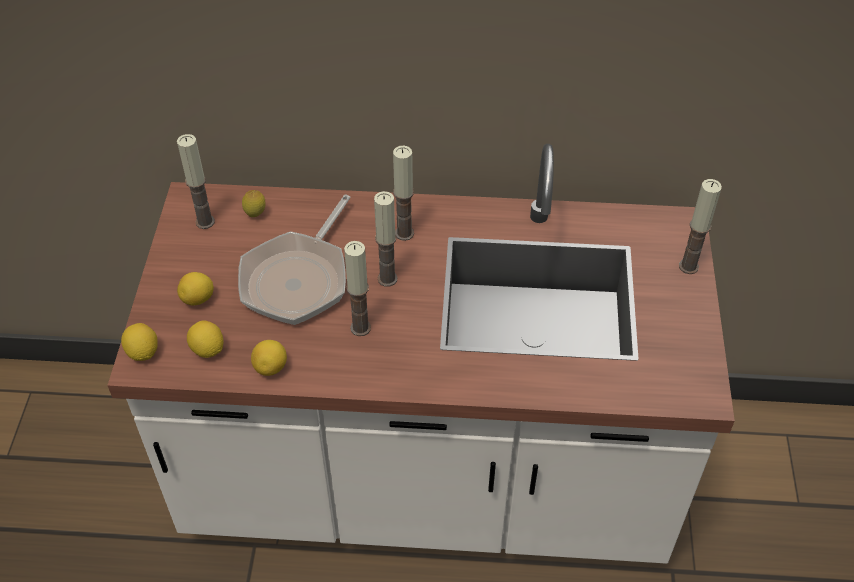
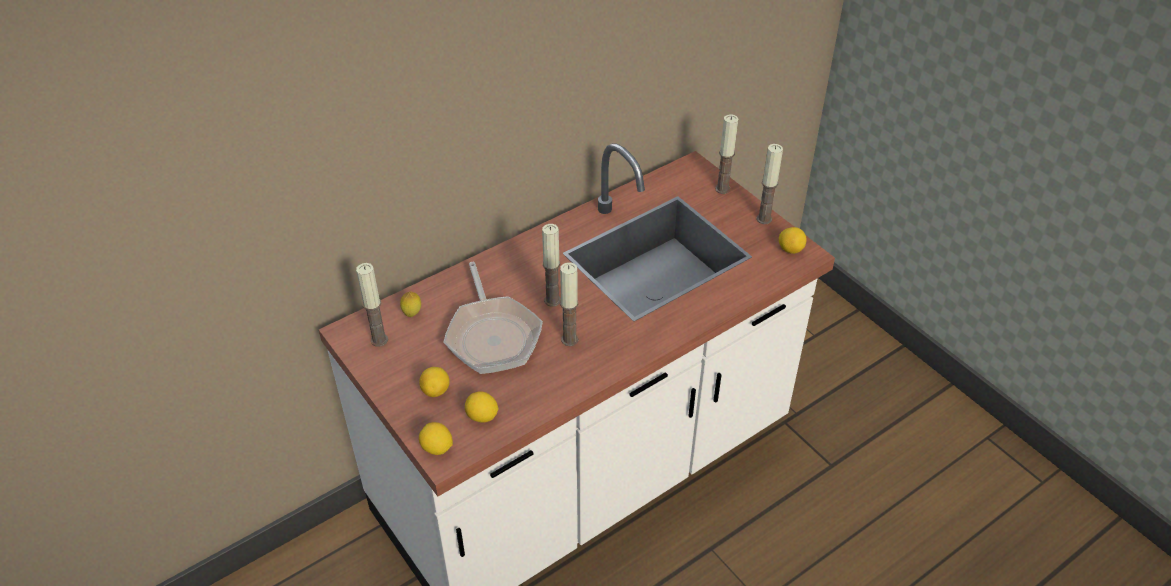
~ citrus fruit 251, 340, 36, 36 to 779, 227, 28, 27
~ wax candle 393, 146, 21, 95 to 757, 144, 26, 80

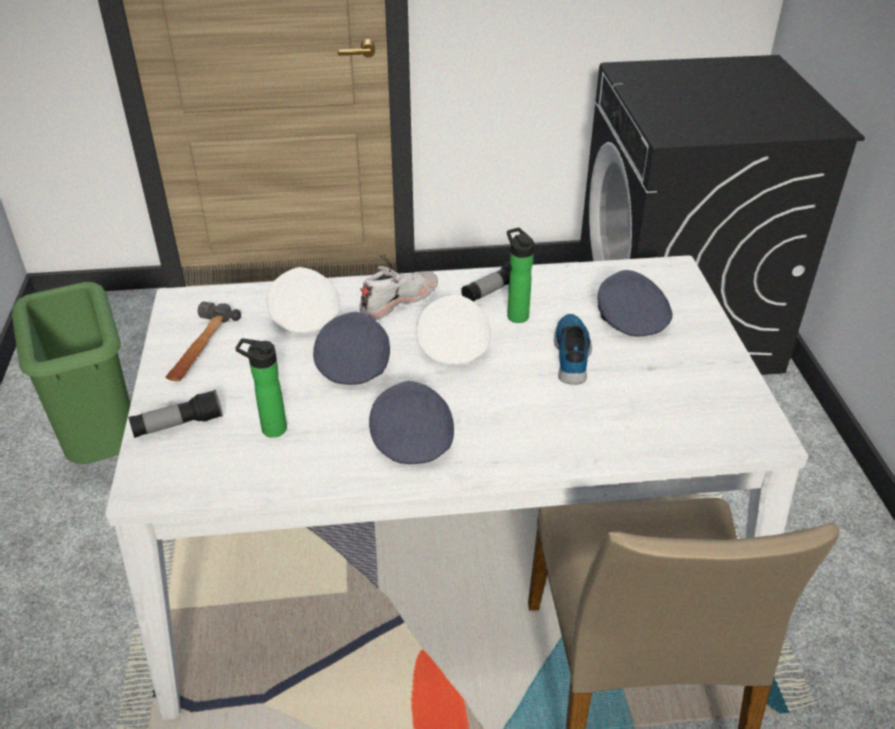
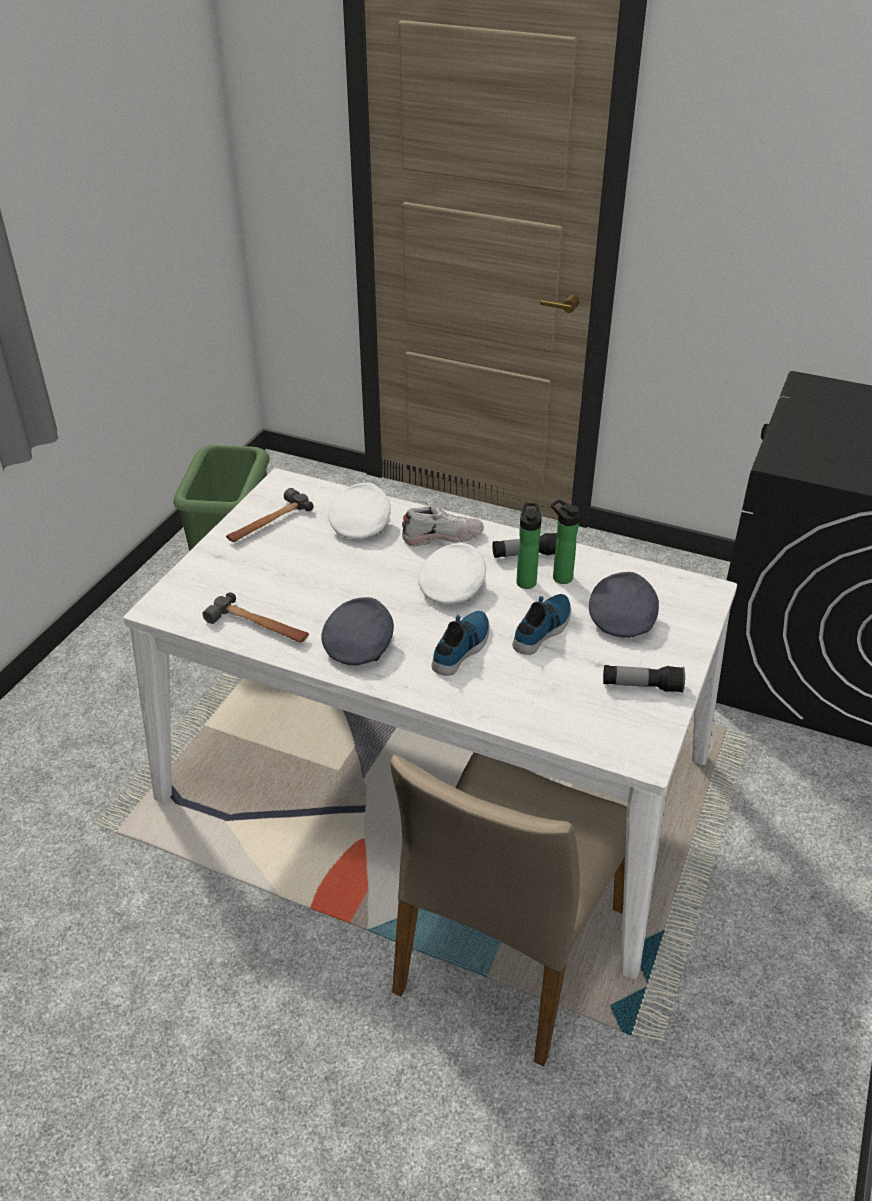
- baseball cap in greyish 313, 312, 77, 73
+ hand hammer 203, 592, 106, 51
+ item of footwear 431, 611, 59, 65
~ flashlight 128, 389, 95, 49 to 603, 665, 82, 28
~ bottle 235, 338, 52, 100 to 551, 499, 29, 85

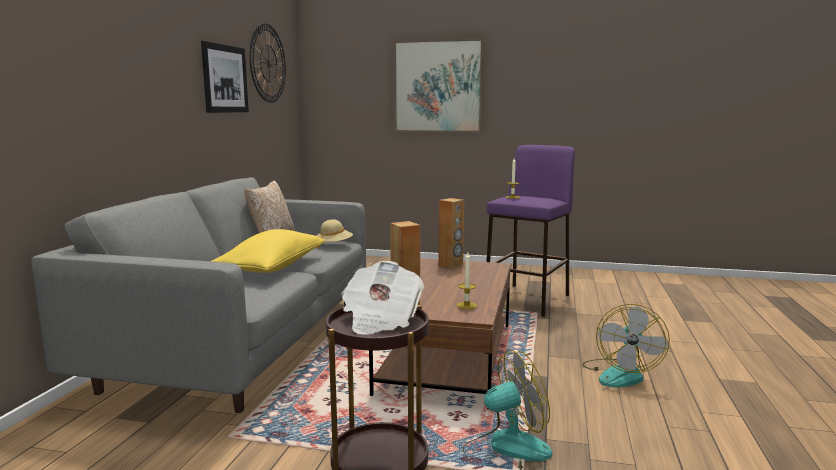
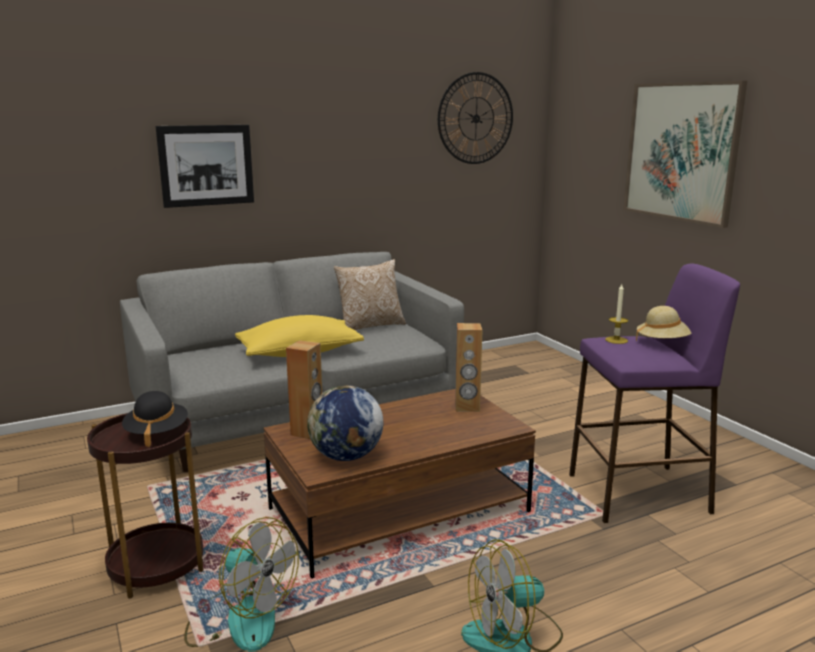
~ picture 201, 41, 48, 72 to 156, 125, 98, 83
~ clothing hat in sand-coloured 316, 219, 37, 29 to 636, 306, 56, 35
~ printed paper 341, 261, 83, 74 to clothing hat in black 122, 391, 66, 56
~ wax candle 457, 252, 20, 57 to globe 307, 385, 76, 76

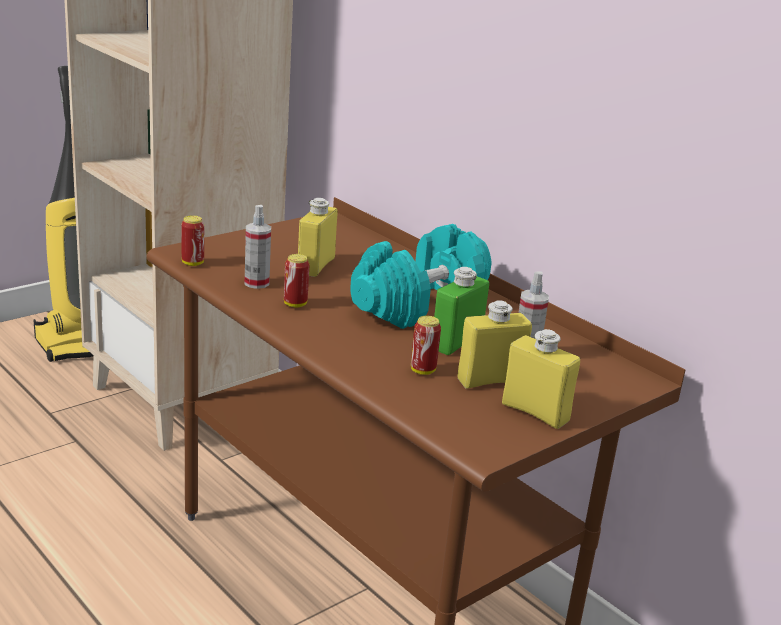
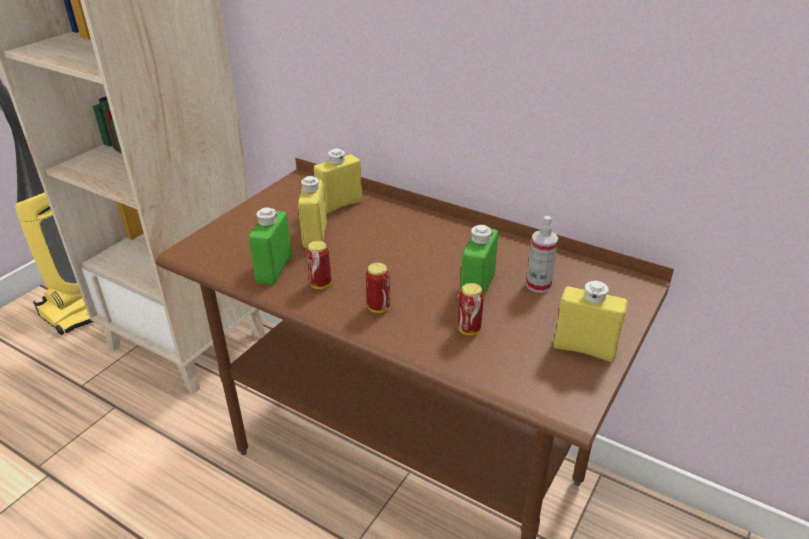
- hand weight in blue-green 350, 224, 141, 105
~ can 181, 215, 23, 51 to 366, 263, 24, 50
~ bottle in yellow 457, 300, 75, 88 to 314, 149, 48, 65
~ hand sprayer 245, 205, 26, 84 to bottle in greenish 248, 207, 44, 78

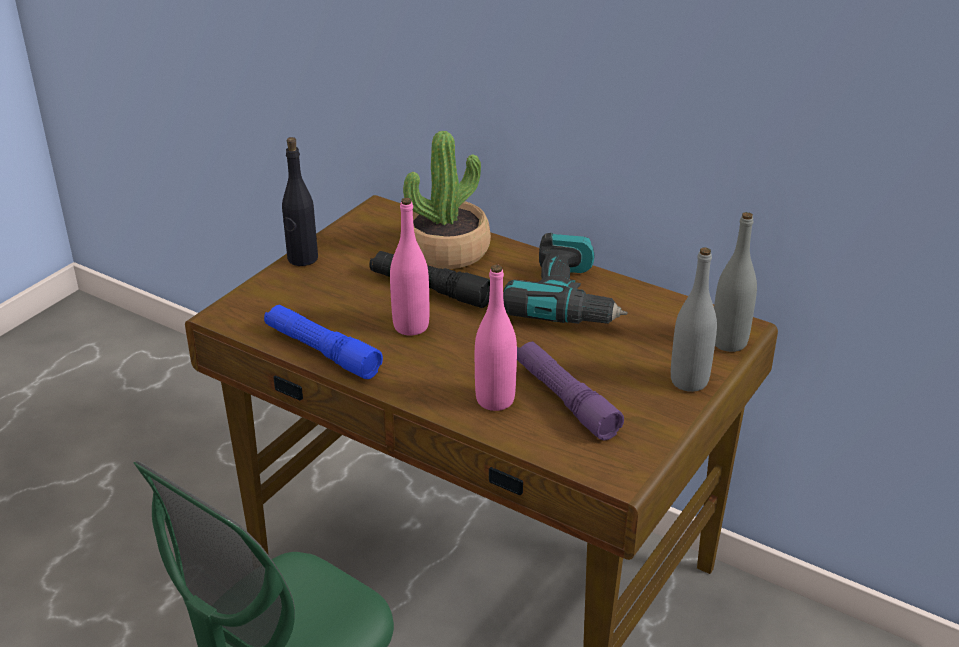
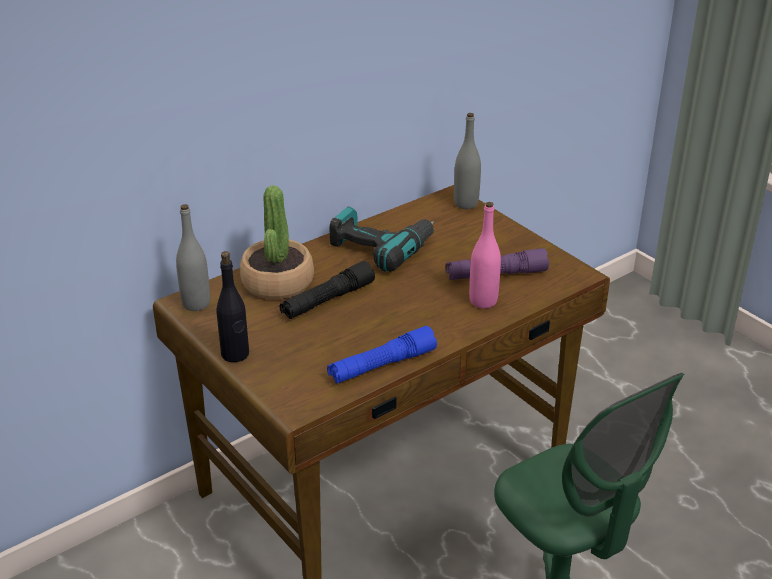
- bottle in pinkish 390, 198, 39, 138
~ bottle in greyish 671, 247, 46, 145 to 176, 204, 34, 107

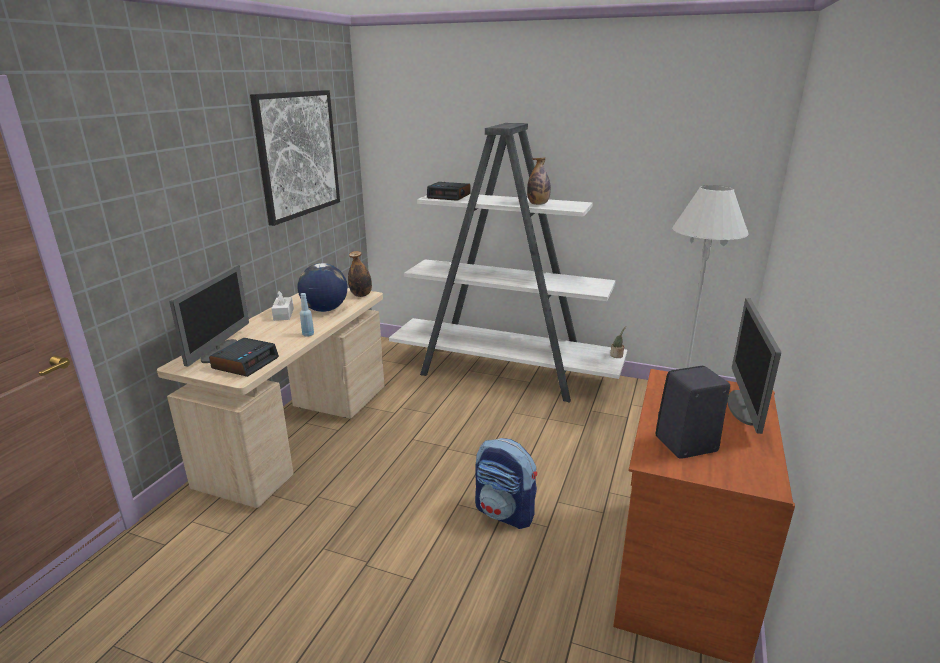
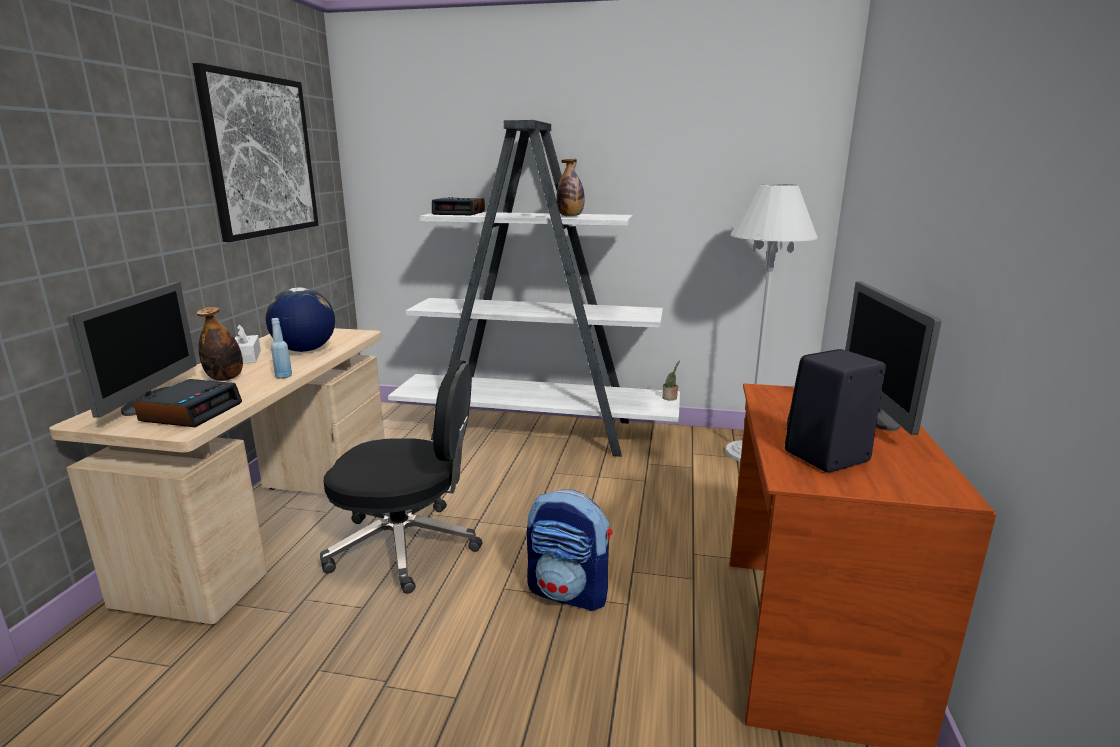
+ desk chair in black 320, 360, 163, 234
~ bottle 348, 251, 24, 46 to 196, 307, 47, 74

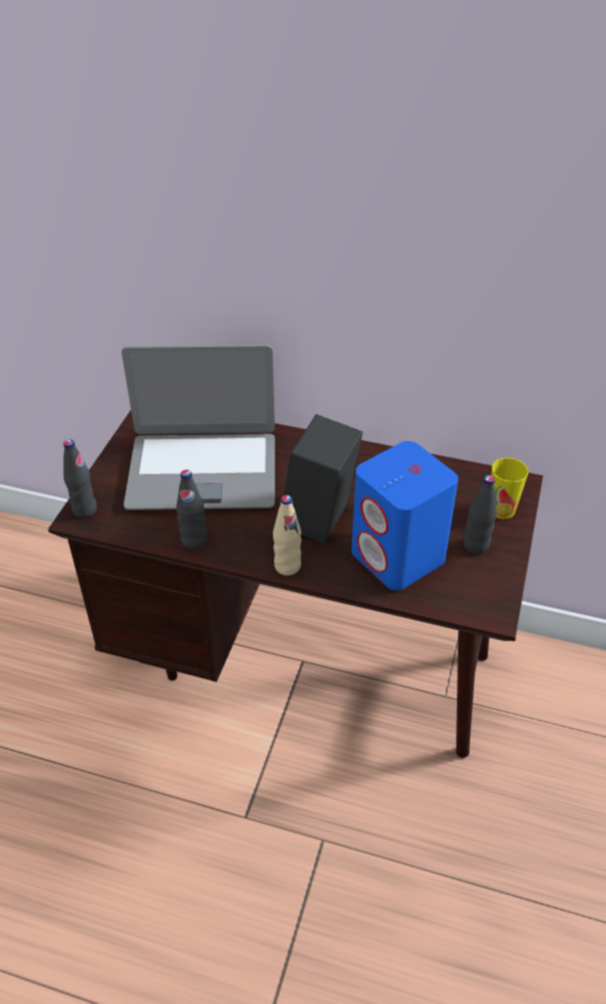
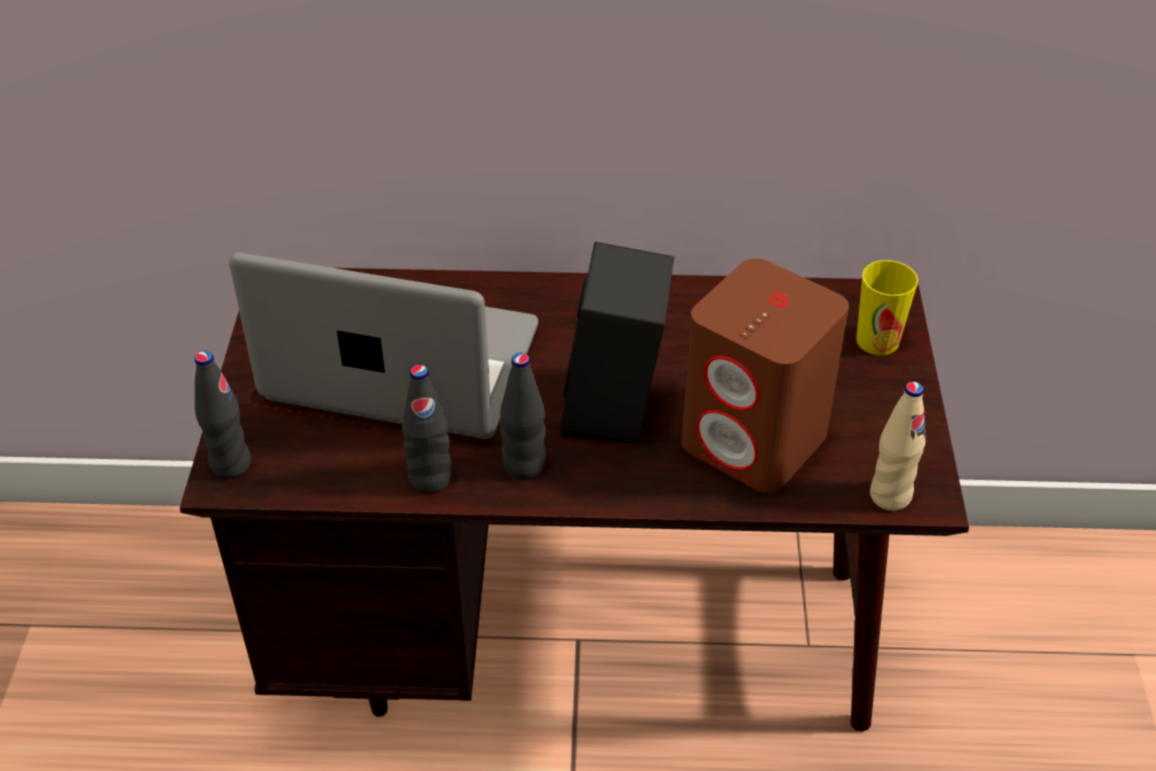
~ bottle in sand-coloured 273, 495, 28, 81 to 870, 382, 56, 129
~ bottle in black 463, 475, 34, 79 to 500, 353, 46, 127
~ audio speaker in blue 351, 441, 107, 150 to audio speaker in brown-coloured 682, 258, 167, 235
~ laptop 122, 345, 153, 165 = 229, 252, 309, 187 150 degrees counterclockwise

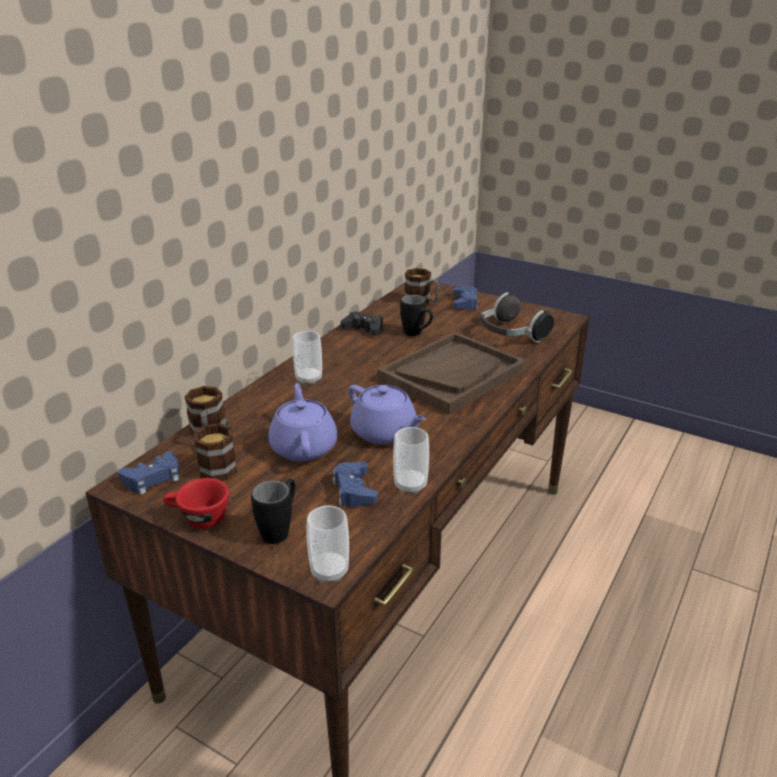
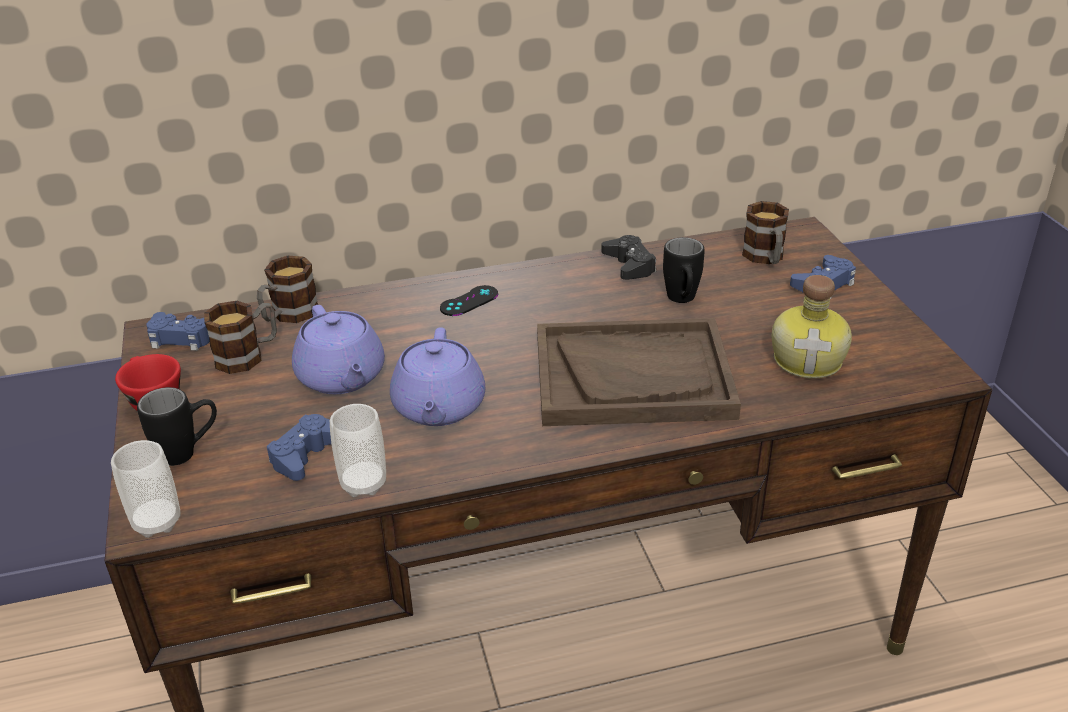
~ drinking cup 293, 331, 29, 54 to gamepad in black 440, 285, 58, 31
~ headset 480, 292, 74, 50 to bottle 772, 275, 80, 104
~ teapot in purple 268, 383, 69, 79 = 292, 305, 93, 89 120 degrees clockwise

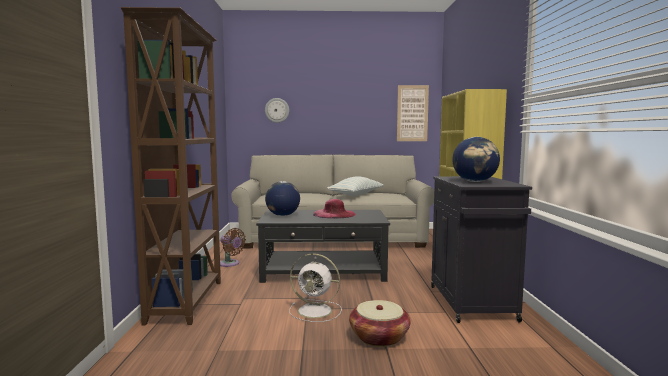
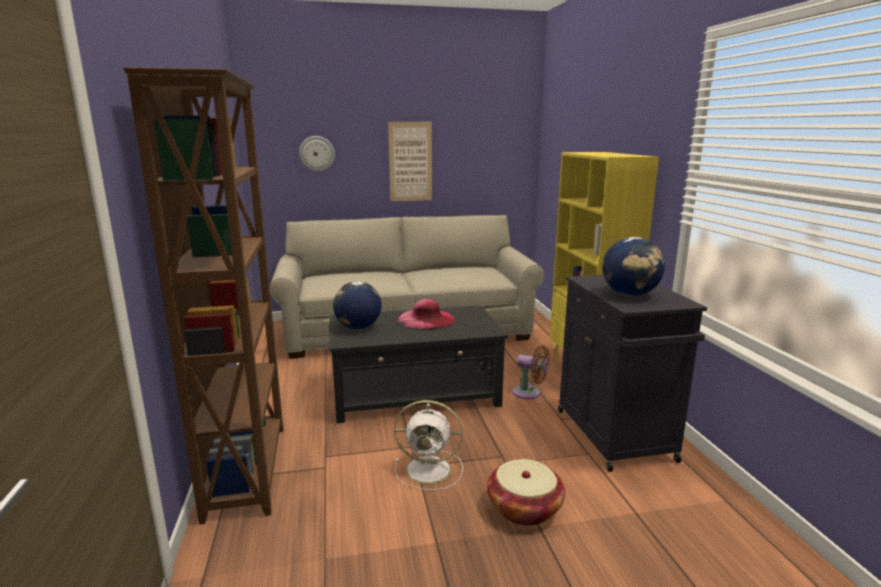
- cushion 327, 176, 57, 20
~ cooling fan in brown-coloured 220, 228, 26, 39 to 512, 346, 38, 53
~ picture 397, 85, 32, 56 to 388, 122, 44, 79

